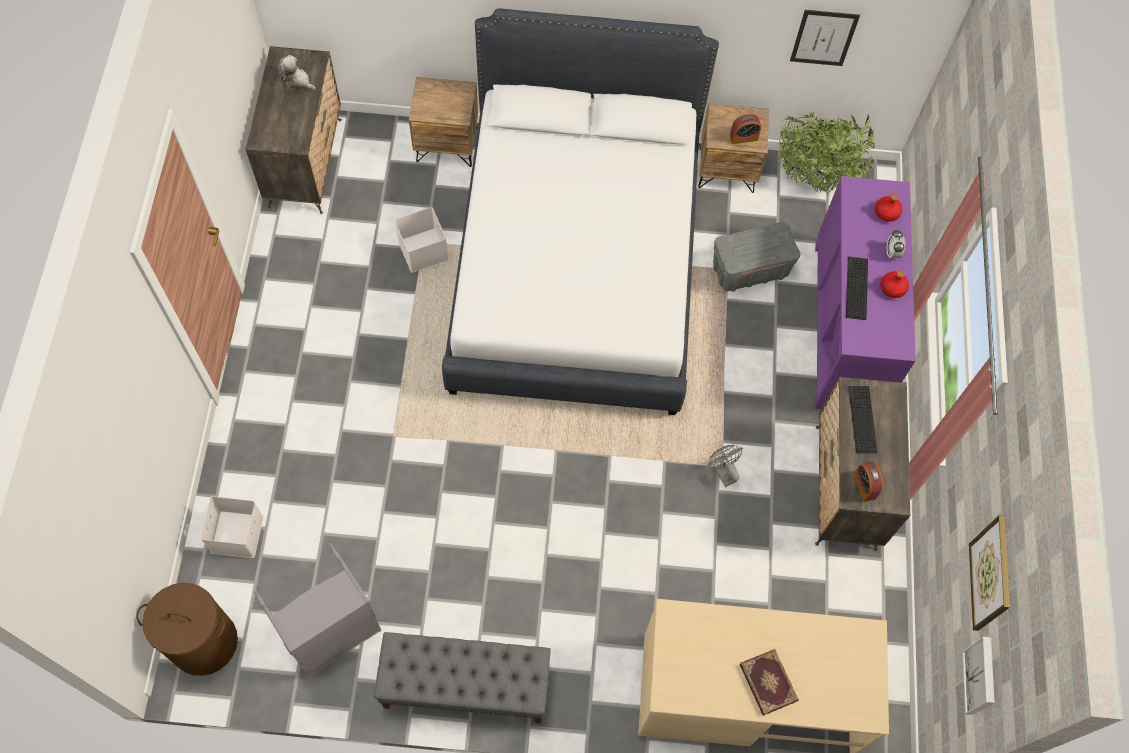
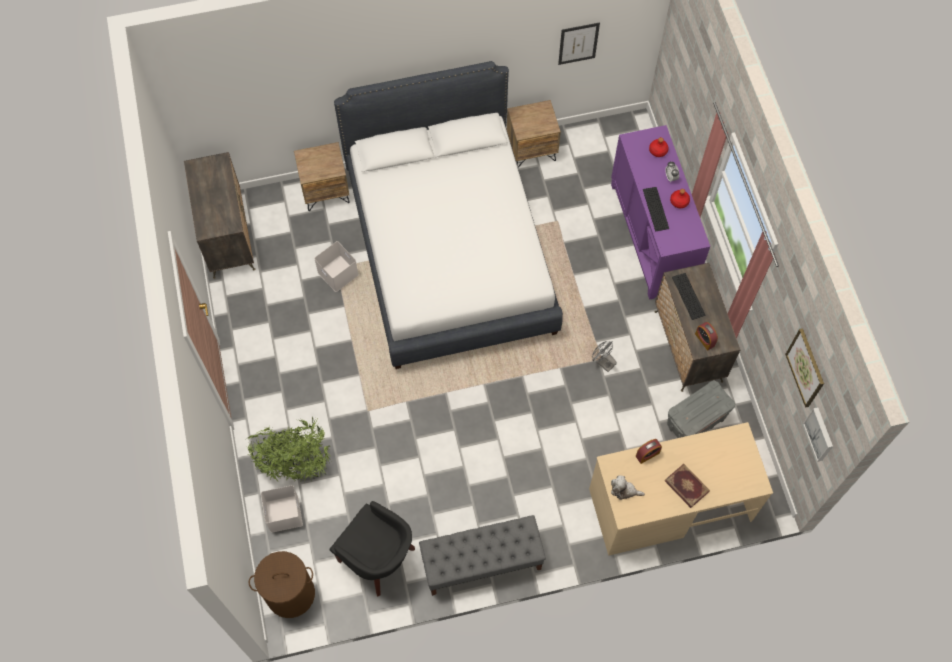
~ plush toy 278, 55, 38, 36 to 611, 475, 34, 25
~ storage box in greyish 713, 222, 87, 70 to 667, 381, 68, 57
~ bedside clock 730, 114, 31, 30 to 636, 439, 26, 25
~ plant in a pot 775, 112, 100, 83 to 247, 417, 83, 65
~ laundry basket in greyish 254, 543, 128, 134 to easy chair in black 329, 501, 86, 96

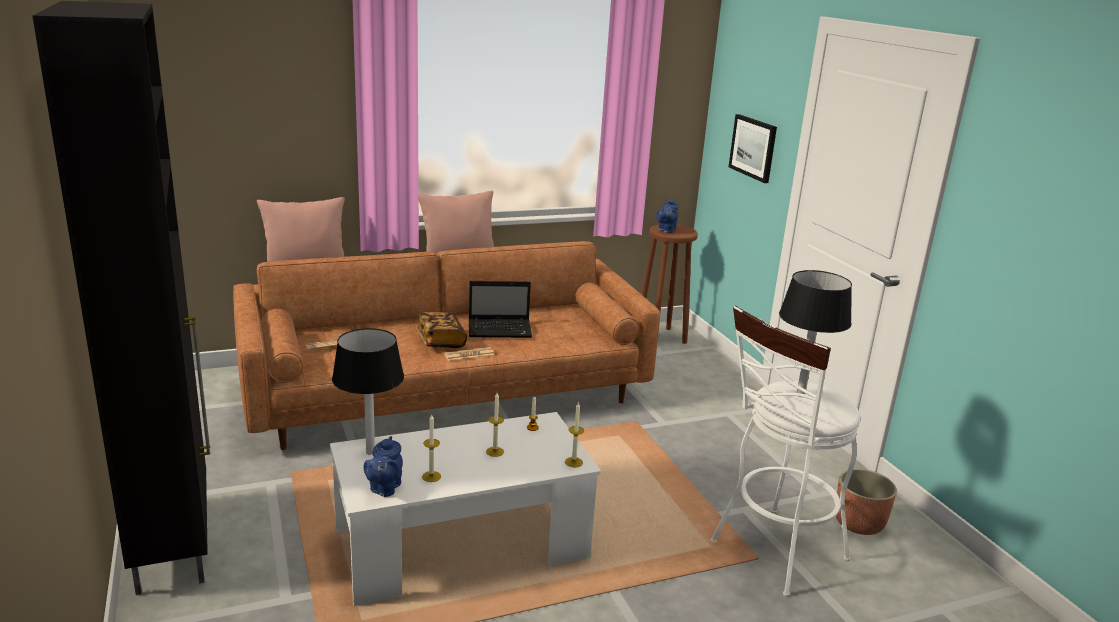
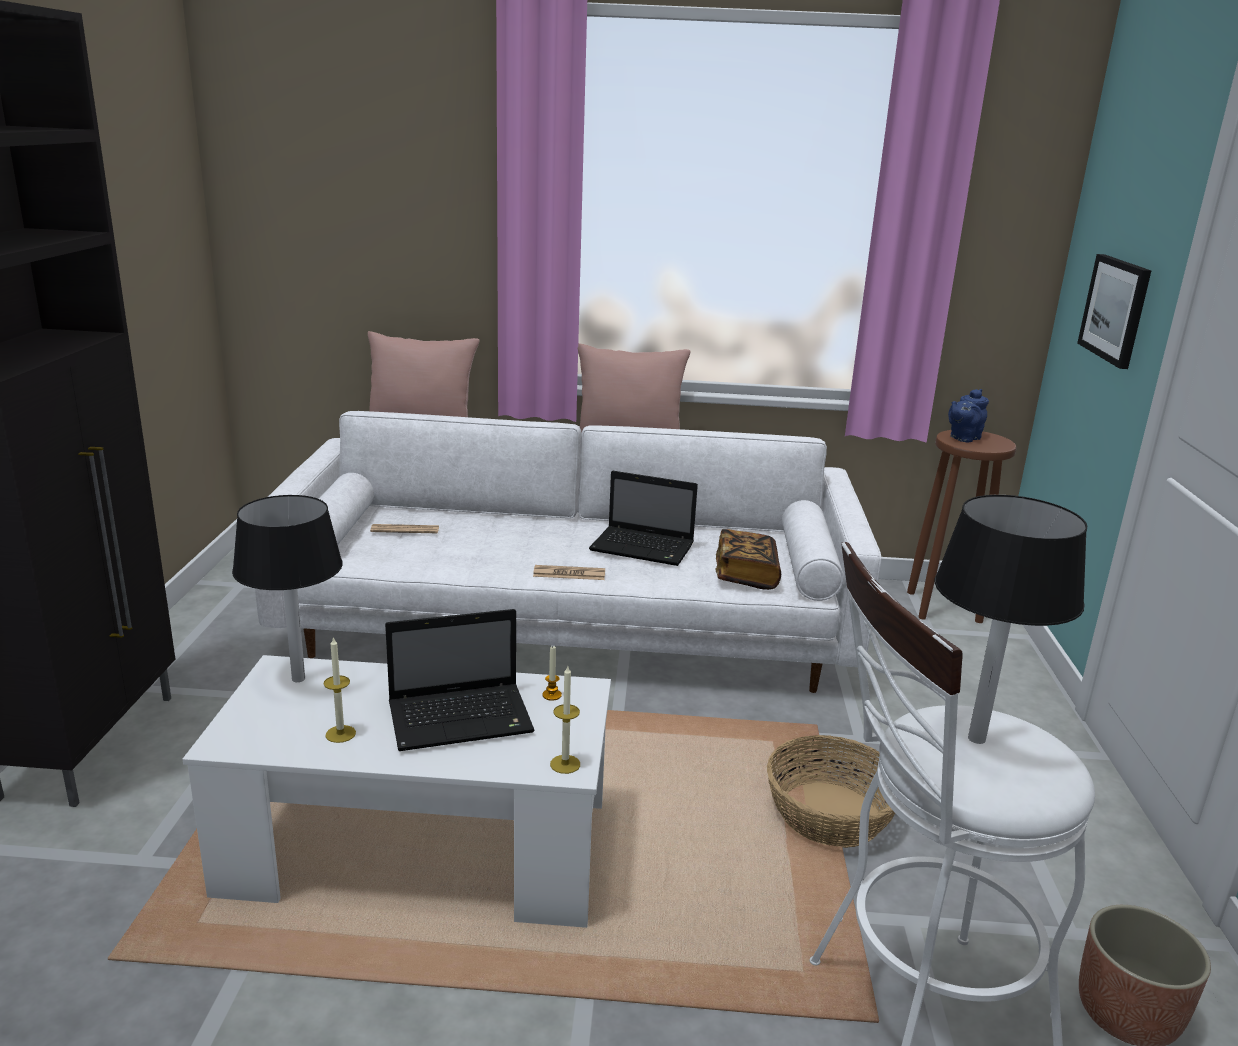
- teapot in blue 364, 436, 39, 61
+ storage basket 767, 735, 128, 113
~ bound book 418, 312, 49, 36 to 716, 529, 65, 61
~ wax candle 486, 393, 18, 64 to laptop 385, 609, 150, 142
~ couch in brown-coloured 233, 241, 427, 209 to couch in white 255, 411, 626, 282

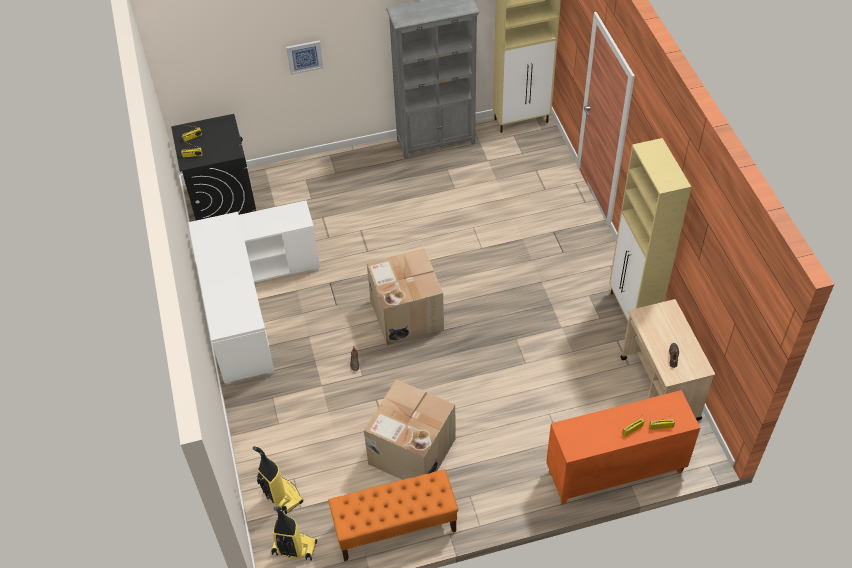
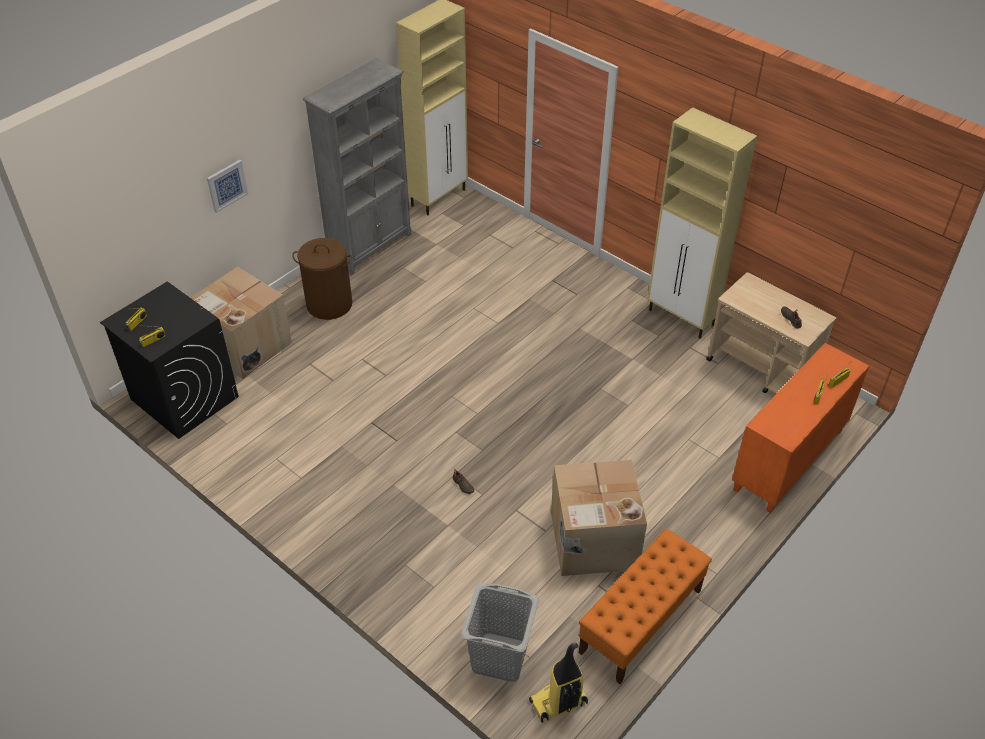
- desk in white 189, 200, 131, 185
+ laundry basket in brown-coloured 292, 238, 60, 82
~ cardboard box 367, 248, 77, 97 to 191, 267, 101, 112
~ vacuum cleaner 253, 446, 50, 68 to laundry basket in greyish 461, 583, 78, 99

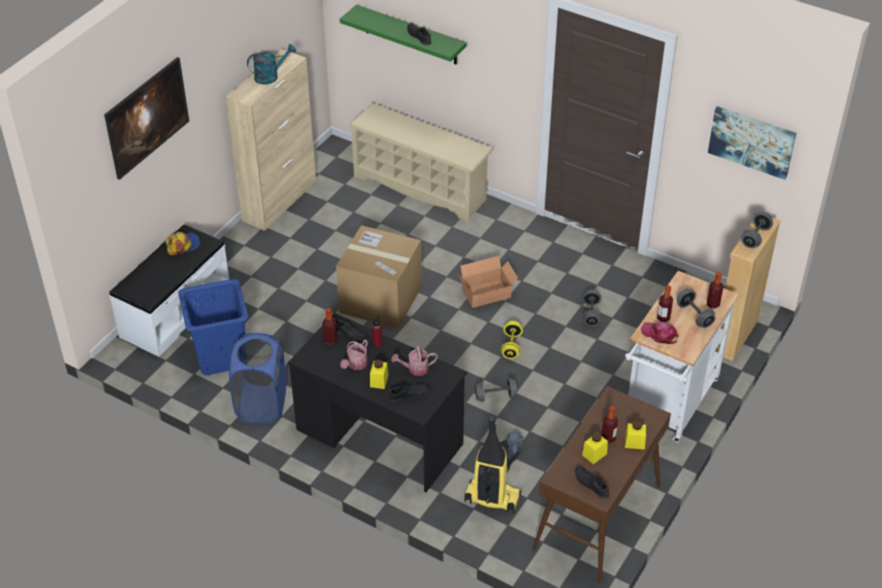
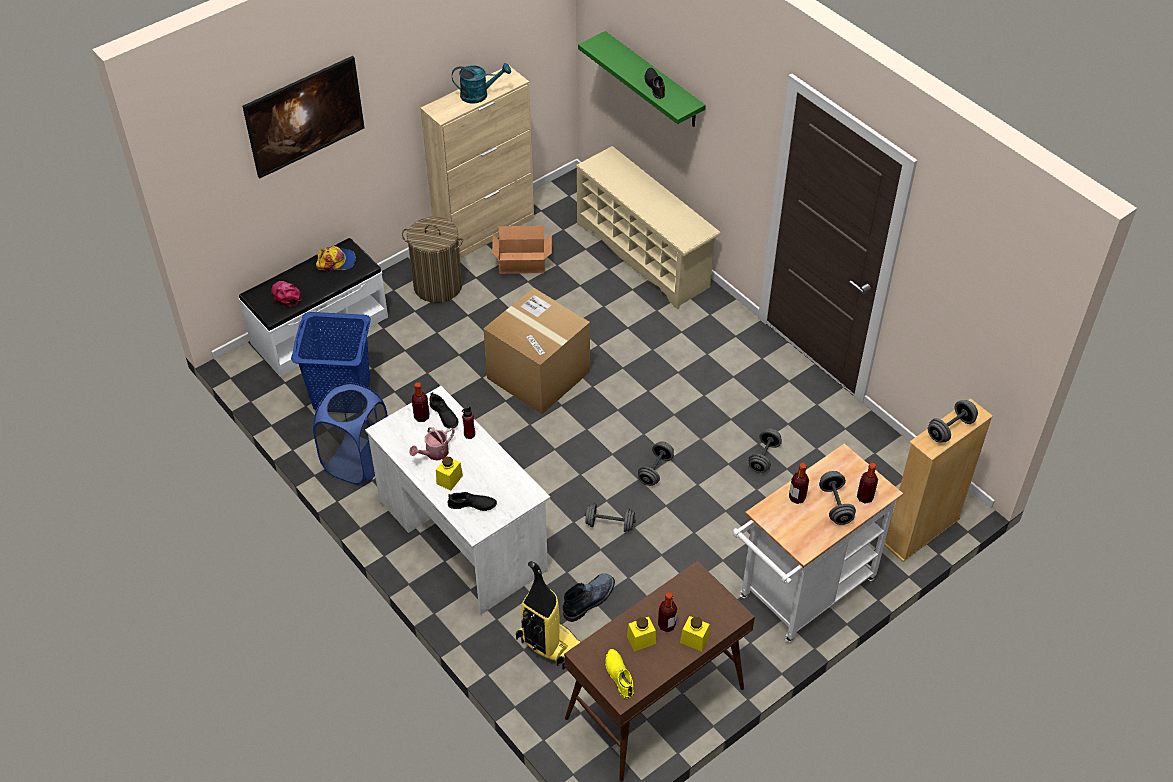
- watering pot 391, 345, 47, 31
- picture 708, 106, 88, 74
+ laundry basket 402, 216, 61, 87
~ cardboard box 458, 256, 60, 52 to 492, 226, 60, 48
~ baseball cap in pinkish 641, 322, 38, 22 to 271, 281, 31, 26
~ desk in black 288, 313, 179, 180 to desk in white 365, 386, 185, 229
~ hand weight in yellow 501, 321, 22, 38 to hand weight in greyish 638, 441, 36, 45
~ item of footwear in black 575, 466, 35, 33 to item of footwear in yellow 605, 649, 29, 49

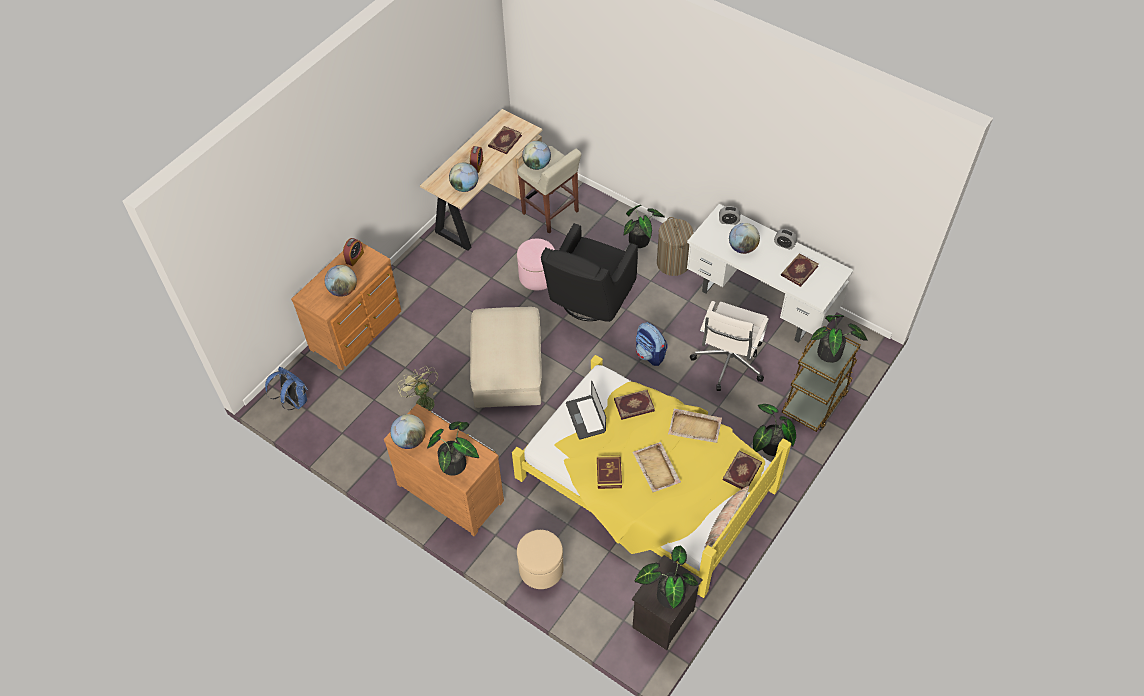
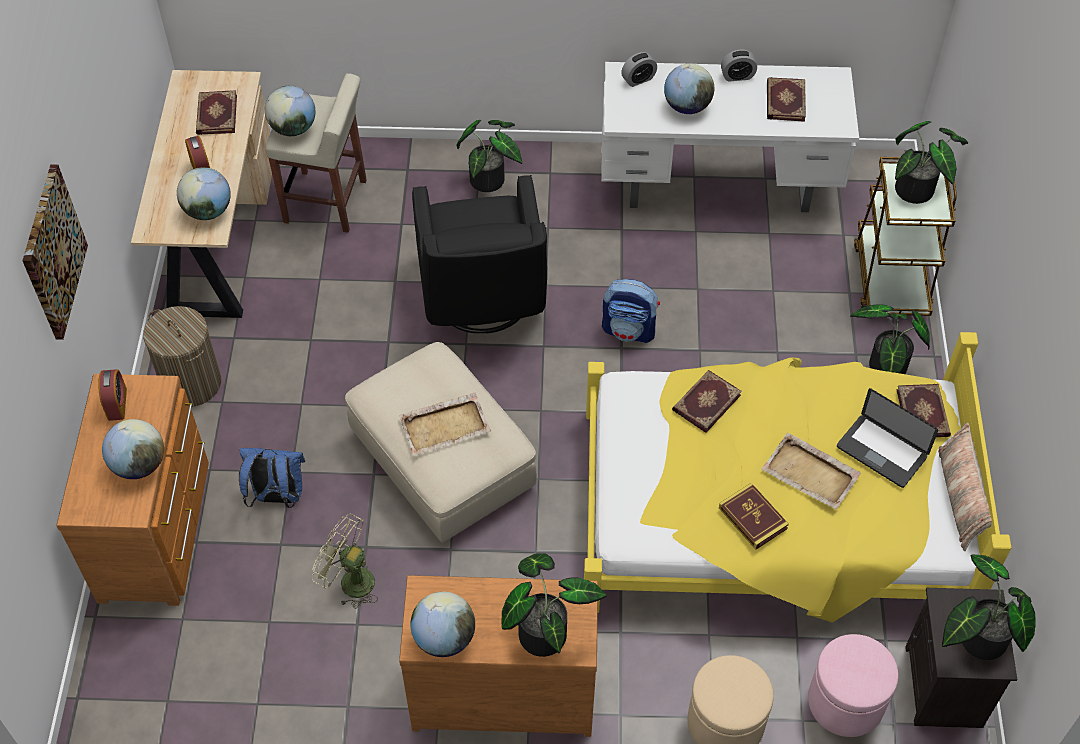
- desk chair in white 690, 301, 79, 90
+ picture 22, 164, 66, 176
~ knapsack in blue 265, 367, 43, 43 to 239, 448, 66, 60
~ pouffe in pinkish 517, 239, 38, 52 to 808, 634, 90, 103
~ laptop 566, 380, 40, 60 to 837, 388, 101, 100
~ laundry basket 657, 217, 36, 59 to 143, 306, 78, 101
~ tray in sand-coloured 668, 409, 54, 34 to 399, 392, 92, 65

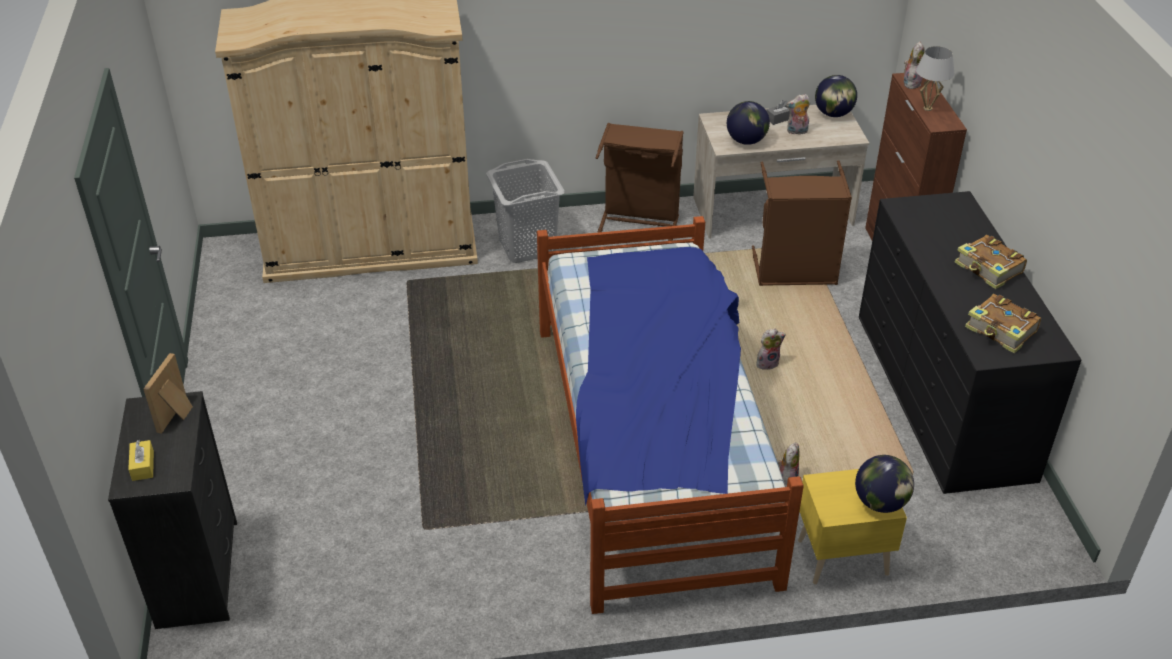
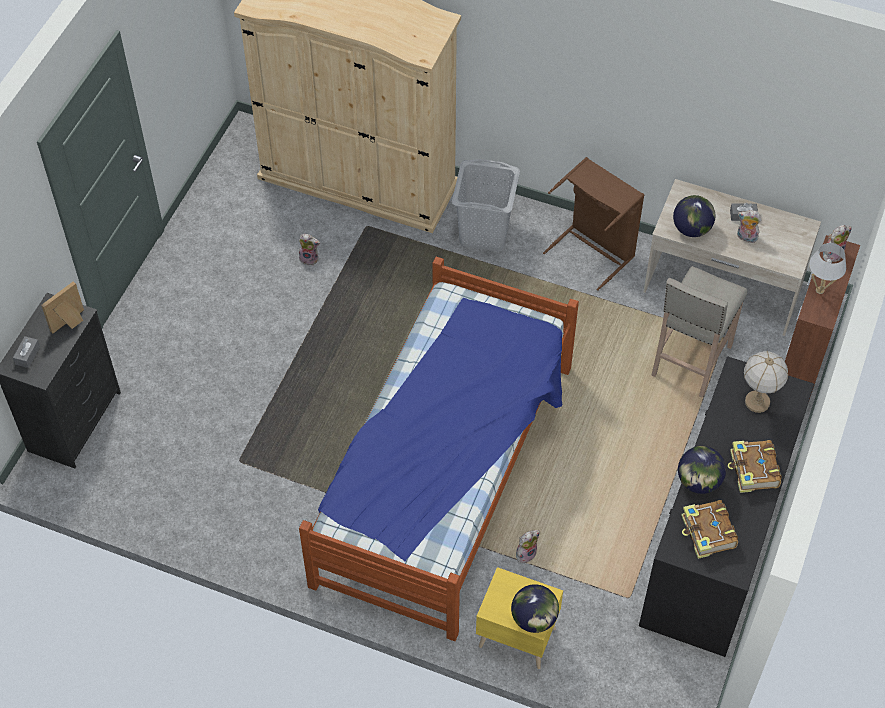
+ lamp for a table 744, 351, 44, 62
~ plush toy 757, 329, 29, 41 to 299, 234, 21, 31
~ globe 815, 75, 42, 42 to 678, 446, 48, 48
~ laundry basket in brown-coloured 752, 160, 100, 126 to stool seat in sand-coloured 652, 266, 95, 132
~ box of tissues in yellow 128, 440, 26, 41 to box of tissues in greyish 13, 336, 27, 32

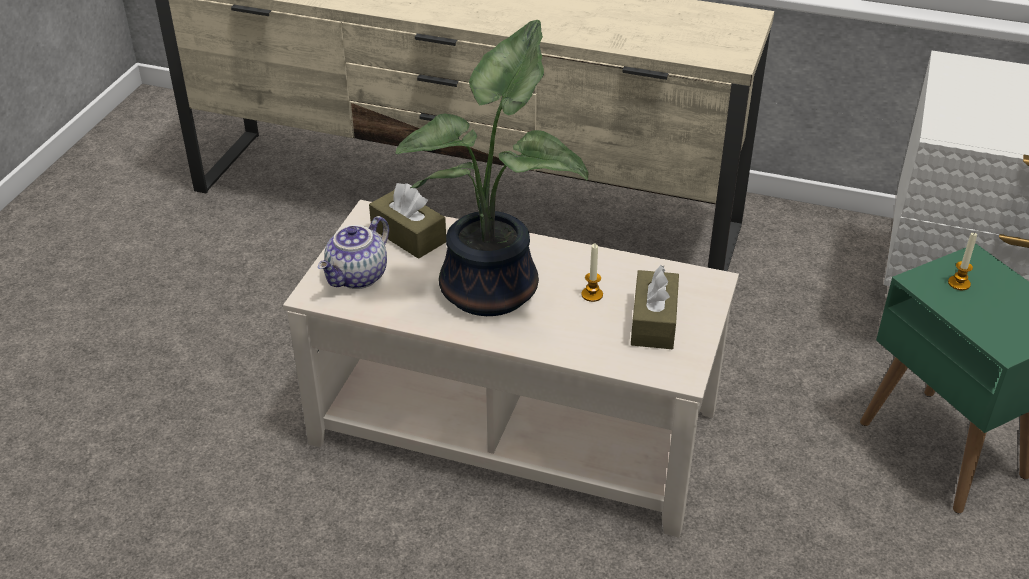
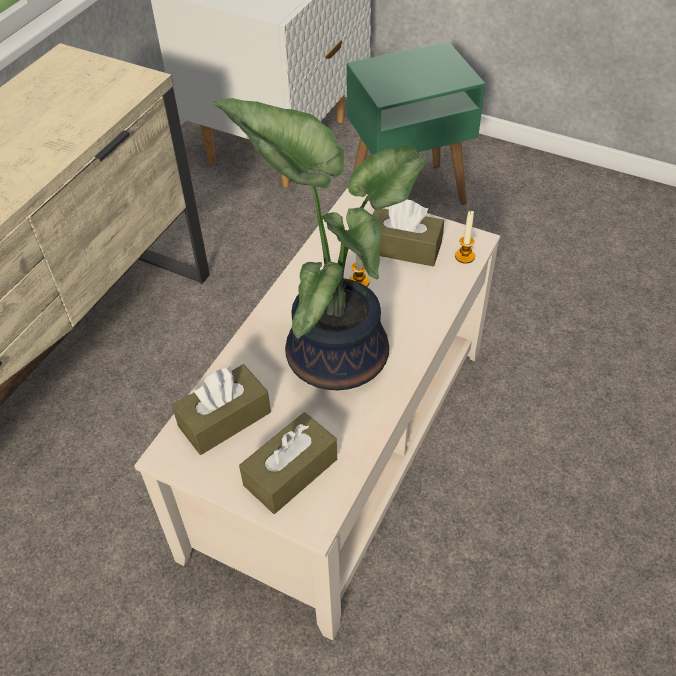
~ wax candle 948, 232, 29, 58 to 455, 211, 20, 52
~ teapot 318, 216, 71, 73 to box of tissues in brown-coloured 239, 412, 98, 102

